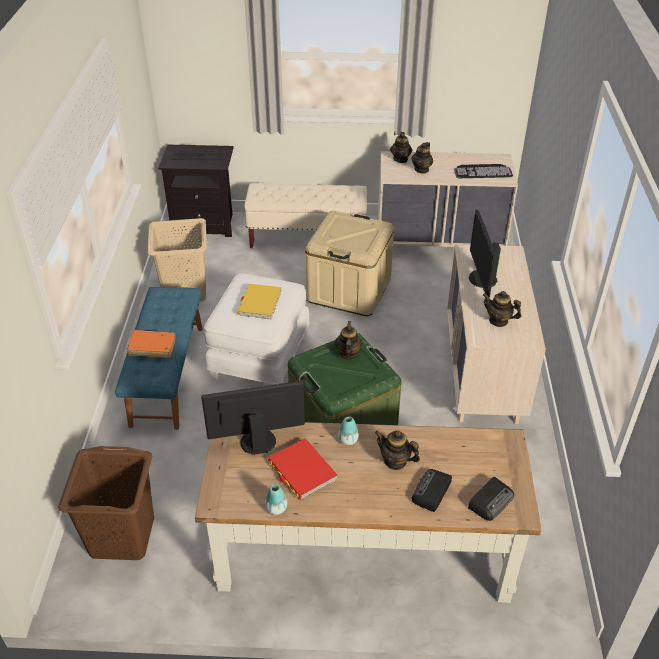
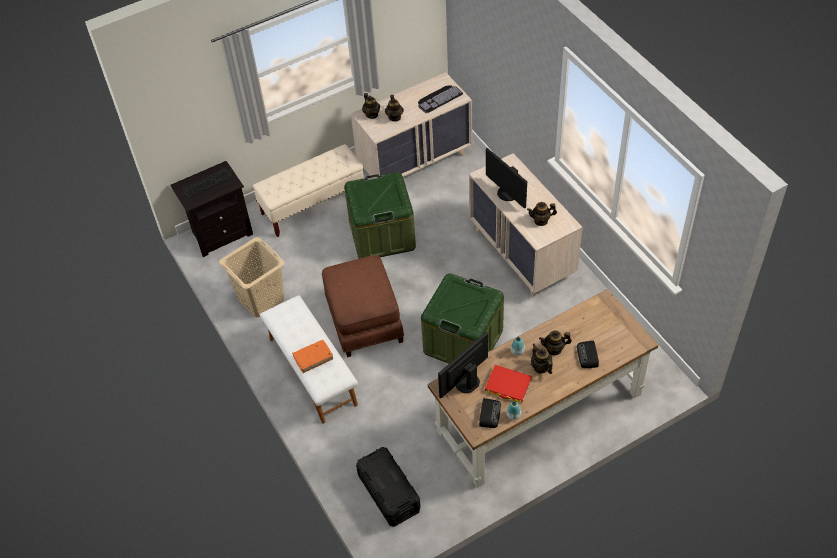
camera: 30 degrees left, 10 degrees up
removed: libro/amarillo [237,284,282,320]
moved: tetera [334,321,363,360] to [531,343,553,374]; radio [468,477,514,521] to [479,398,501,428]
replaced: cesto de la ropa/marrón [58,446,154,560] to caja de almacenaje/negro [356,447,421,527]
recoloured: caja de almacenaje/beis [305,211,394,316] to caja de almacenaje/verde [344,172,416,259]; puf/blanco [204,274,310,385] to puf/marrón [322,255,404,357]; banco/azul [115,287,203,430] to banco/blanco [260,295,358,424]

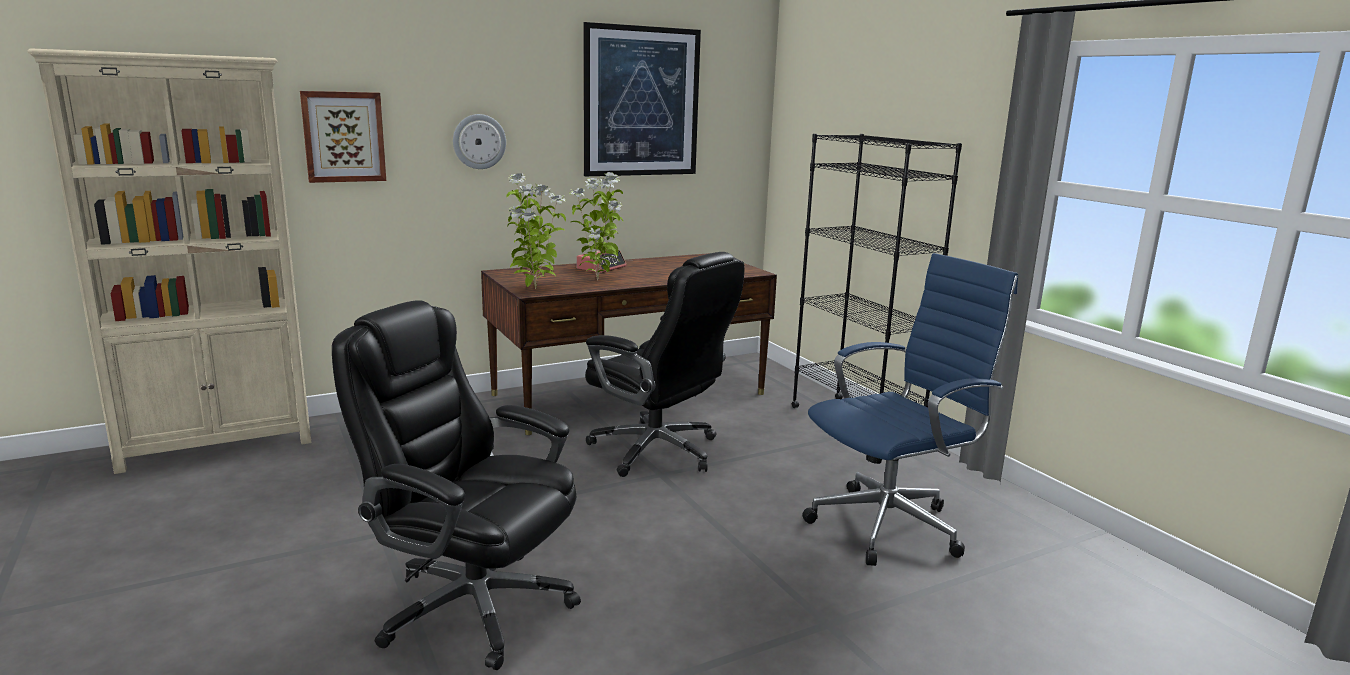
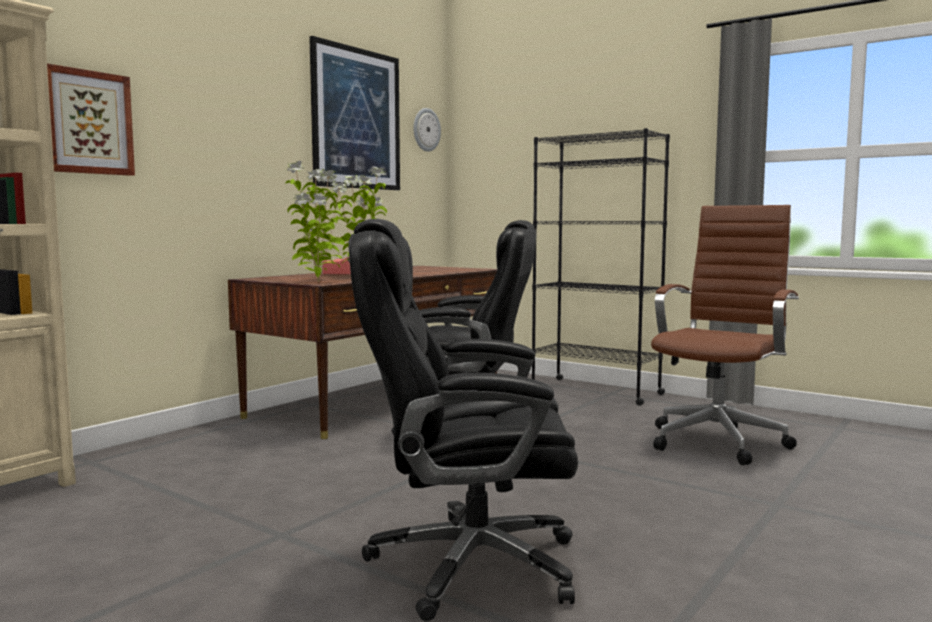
camera: 25 degrees left, 10 degrees down
moved: reloj de pared [453,114,506,169] to [413,108,441,152]
recoloured: silla de oficina/azul [802,253,1018,566] to silla de oficina/marrón [651,205,799,465]

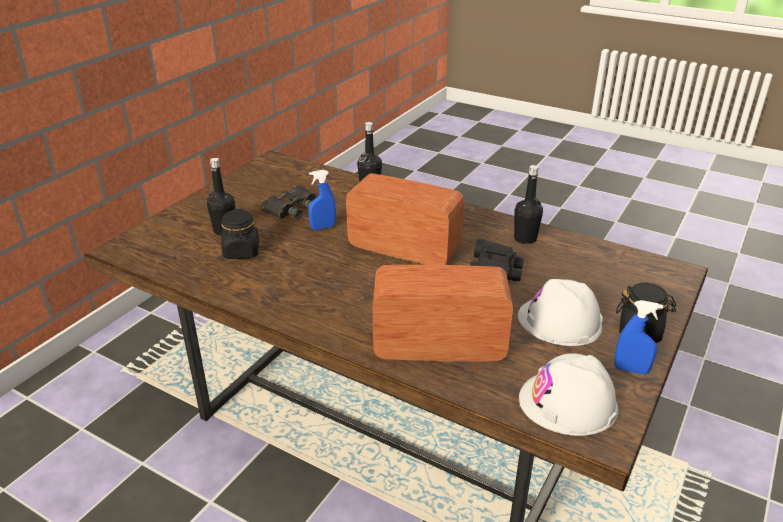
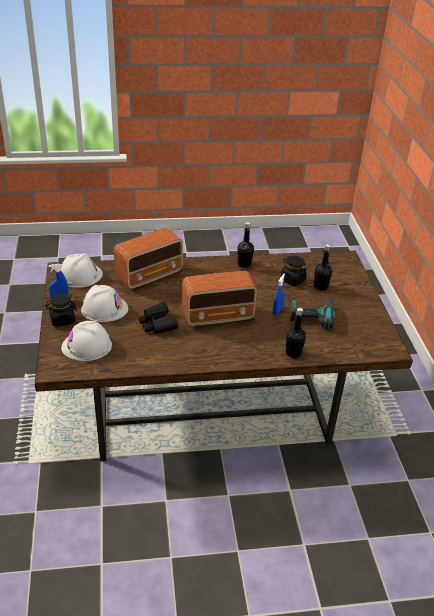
camera: 140 degrees right, 5 degrees up
added: casco/blanco [61,321,112,361]
moved: botella/negro [514,165,543,244] to [237,222,254,268]
replaced: prismáticos/negro [261,186,318,220] to taladro [290,298,335,329]

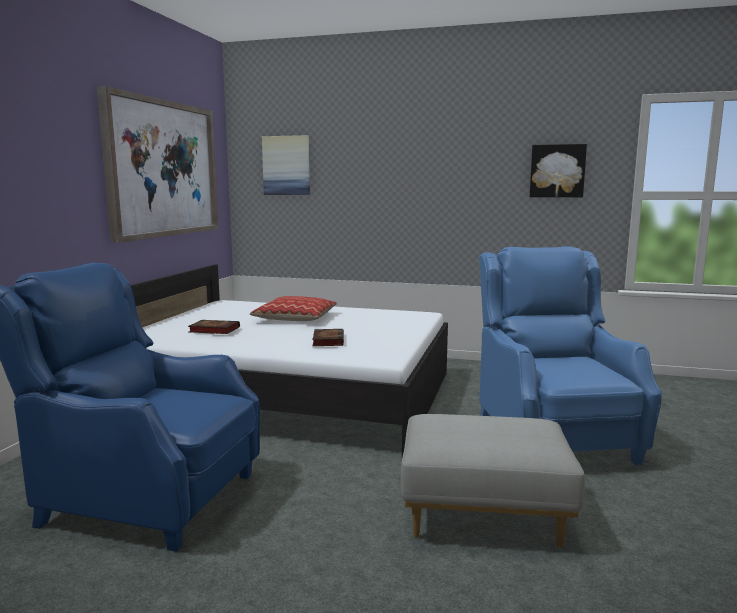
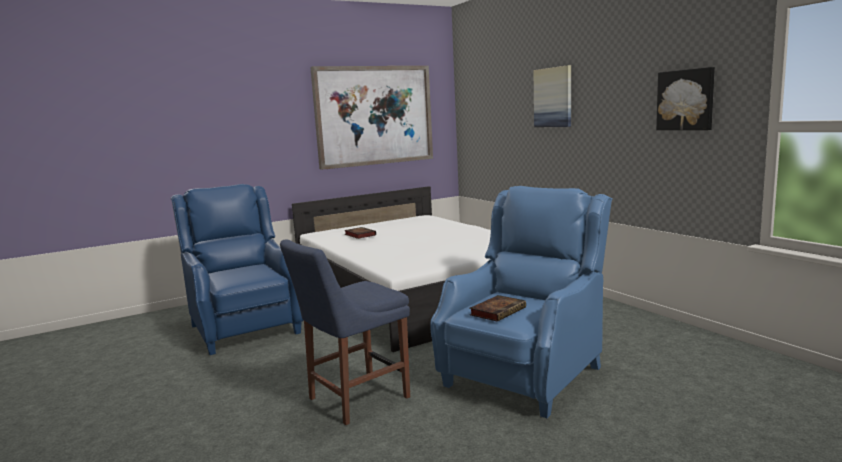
camera: 45 degrees right, 0 degrees up
removed: cojín [250,296,337,321]
moved: cuadro [262,135,310,195] to [533,65,571,127]; libro [312,329,344,346] to [469,295,526,321]
replaced: puf/gris [401,414,585,548] to silla/azul [280,239,410,425]

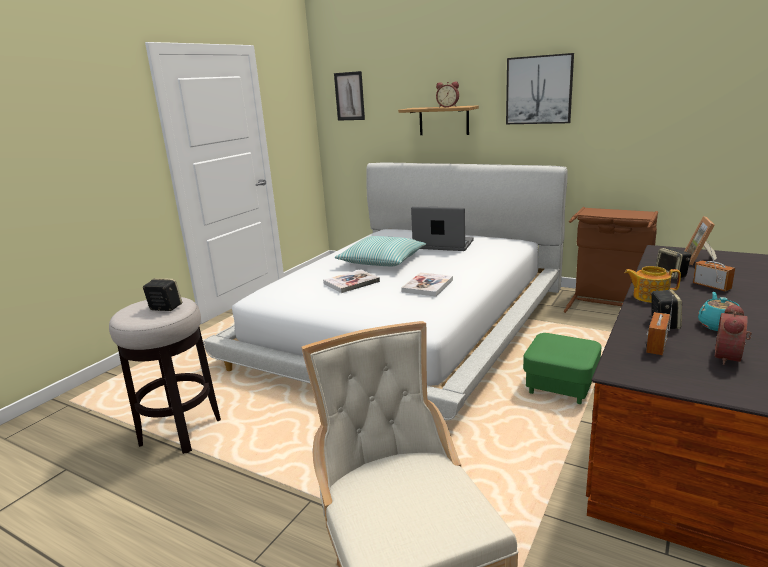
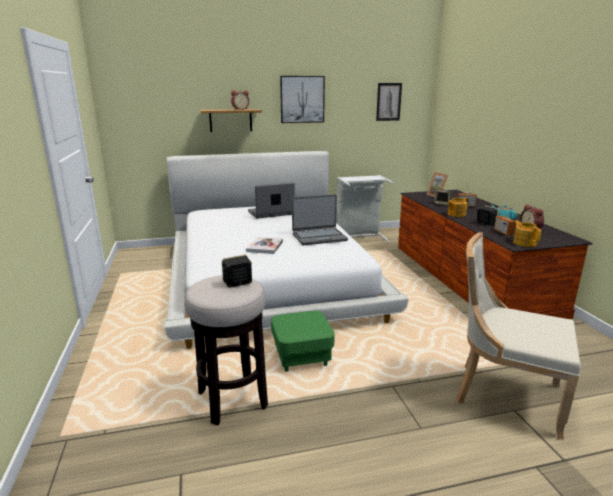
camera: 45 degrees left, 0 degrees up
removed: cojín [335,236,426,266]
added: tetera [513,221,541,247]
moved: cuadro [334,71,365,121] to [376,83,402,121]; puf/verde [523,333,602,404] to [271,311,335,372]
replaced: libro [401,272,453,296] to portátil [292,195,348,245]
recoloured: cesto de la ropa/marrón [564,207,658,313] to cesto de la ropa/gris [336,175,394,243]

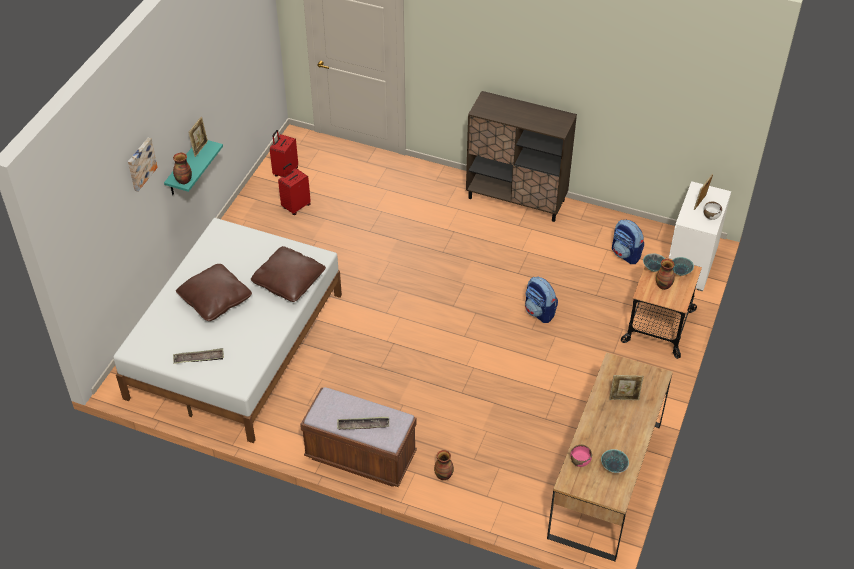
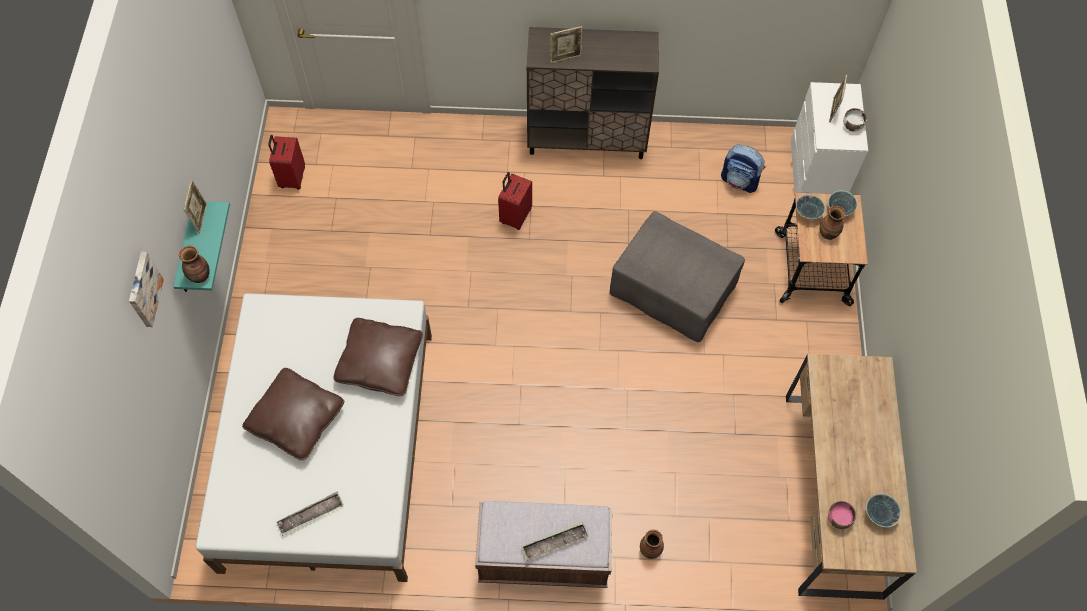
camera: 20 degrees left, 15 degrees up
moved: maleta/rojo [278,163,311,215] to [498,172,532,230]; portarretratos [609,375,644,400] to [550,26,582,63]
replaced: mochila [525,277,558,323] to puf/gris [610,211,745,342]

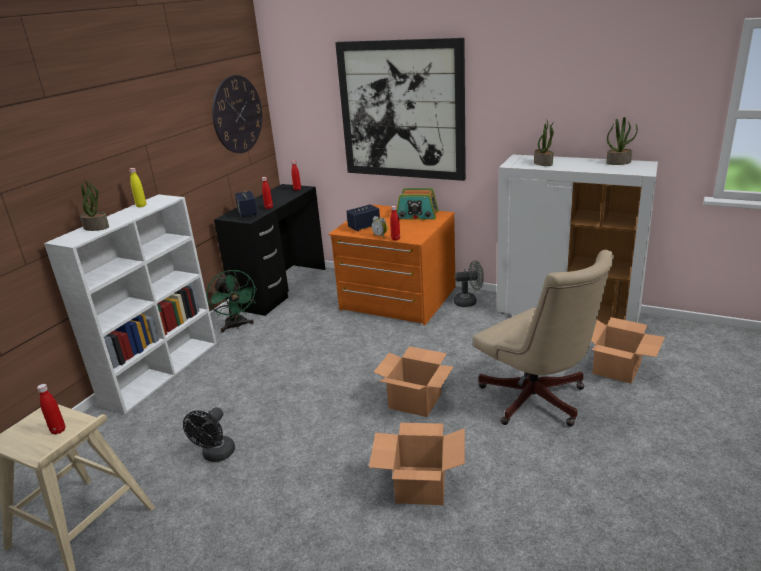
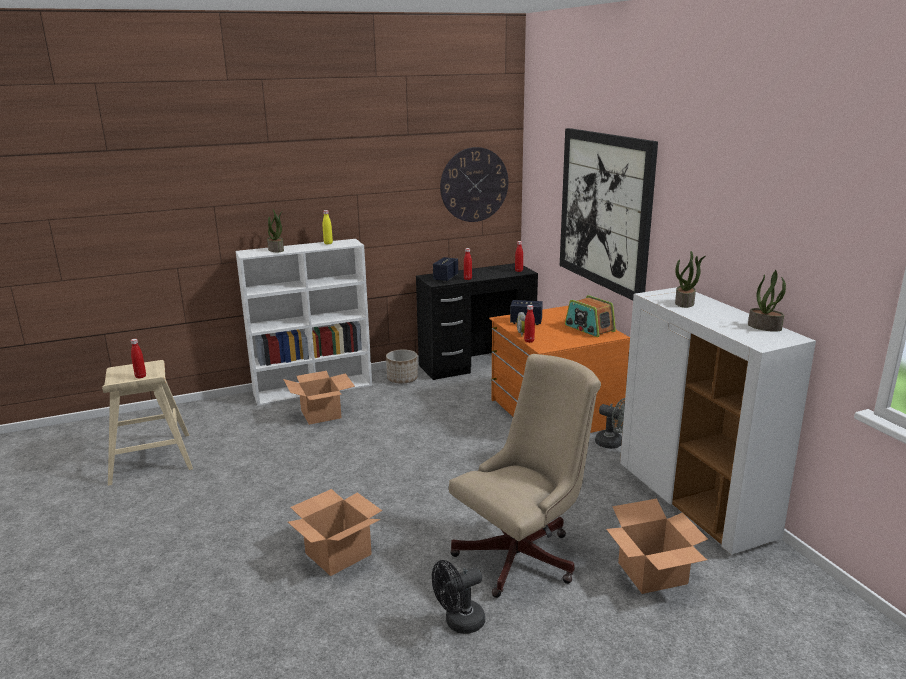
camera: 40 degrees right, 5 degrees down
moved: caja de cartón [374,346,454,417] to [283,371,355,425]; ventilador/negro [183,407,235,462] to [432,560,485,634]
replaced: ventilador/verde [206,270,257,332] to maceta [386,349,418,384]
turned: silla de oficina/beis [473,250,614,426] = [449,354,601,598] 135 degrees counterclockwise

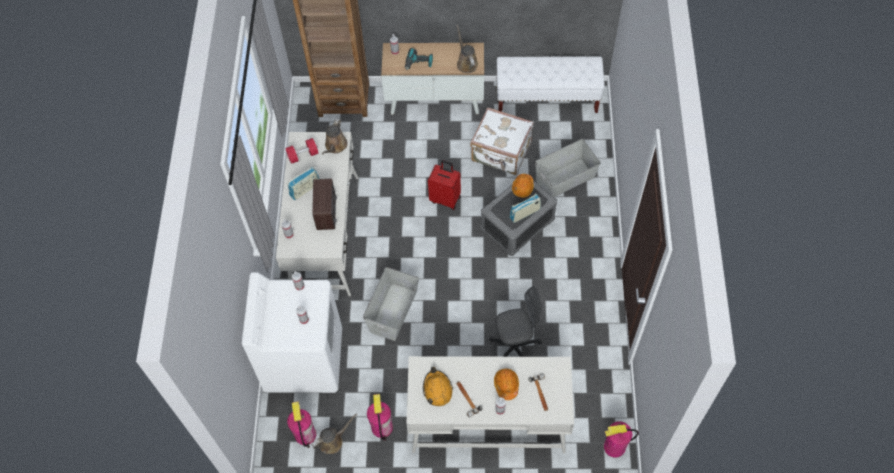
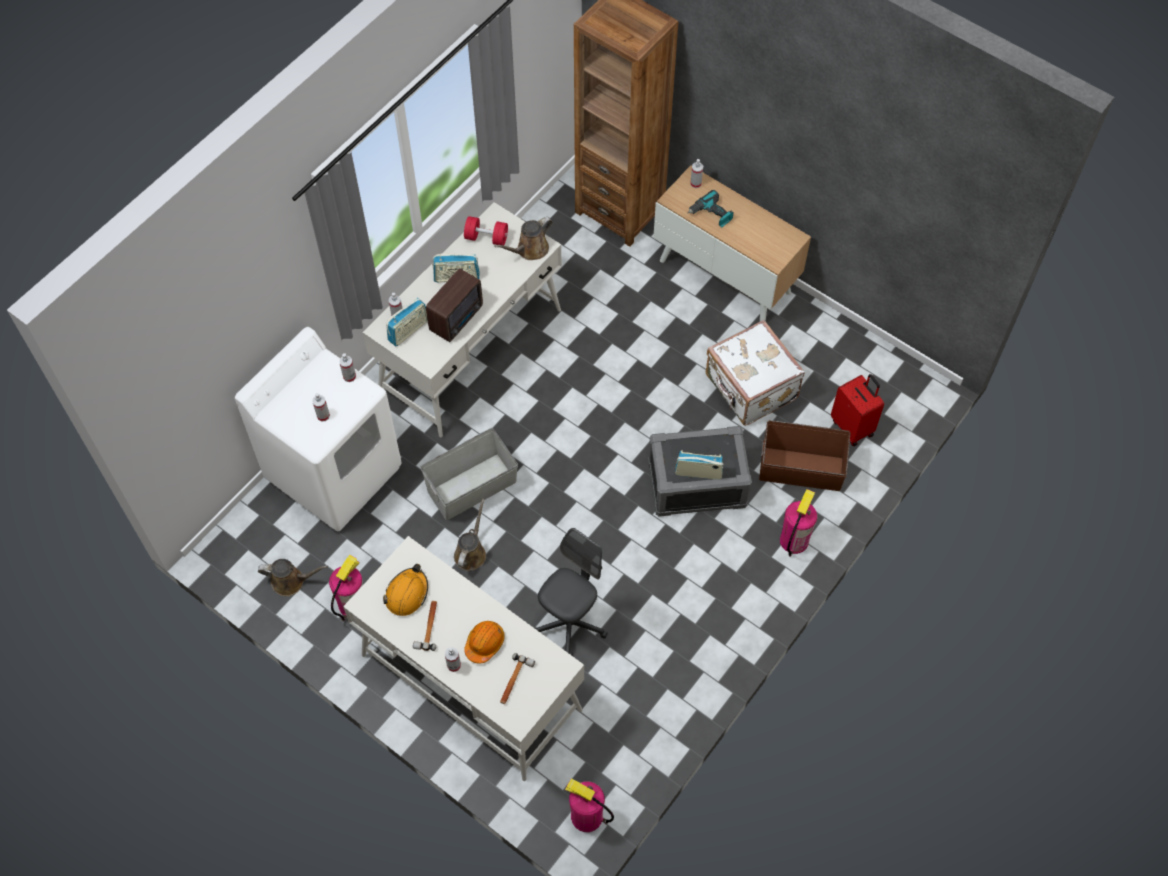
camera: 35 degrees right, 0 degrees up
removed: banco/blanco [496,56,605,113]; casco/naranja [512,174,534,198]
added: radio [386,298,428,346]
moved: regadera/marrón [457,25,478,73] to [454,499,486,571]; maleta/rojo [428,160,461,210] to [831,374,884,447]; extintor [287,401,316,448] to [780,489,818,557]
recoloured: caja de almacenaje/gris [535,139,601,197] to caja de almacenaje/marrón [759,420,850,491]
turned: silla de oficina/gris [489,286,543,357] = [534,528,608,655] 75 degrees counterclockwise

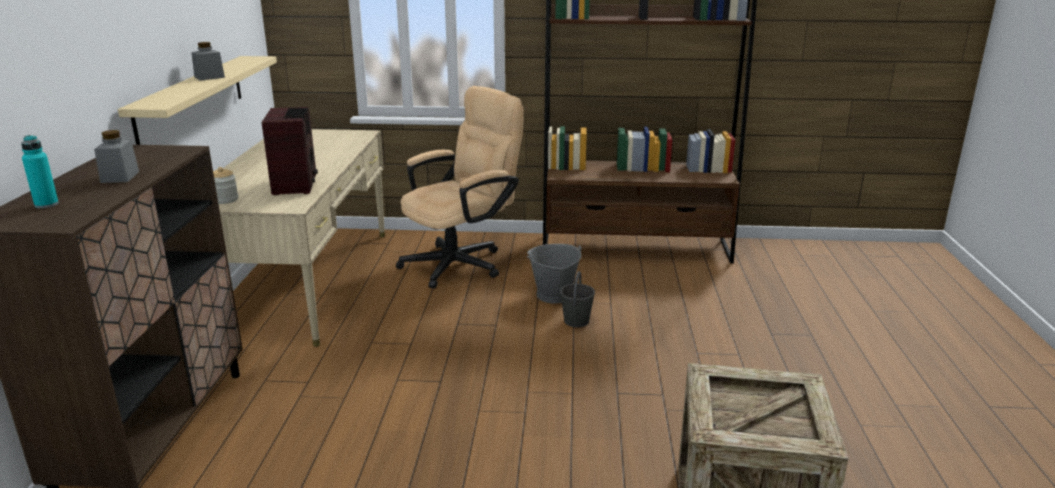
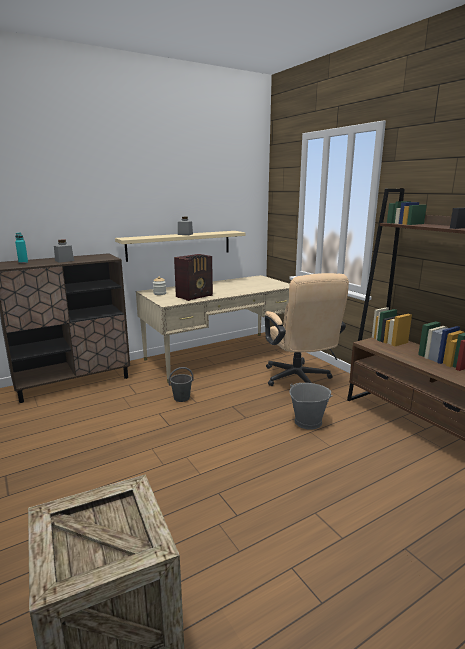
camera: 55 degrees right, 5 degrees down
moved: cubo/gris [560,271,595,327] to [168,367,194,402]
turned: silla de oficina/beis [396,86,524,289] = [265,273,349,386] 60 degrees clockwise

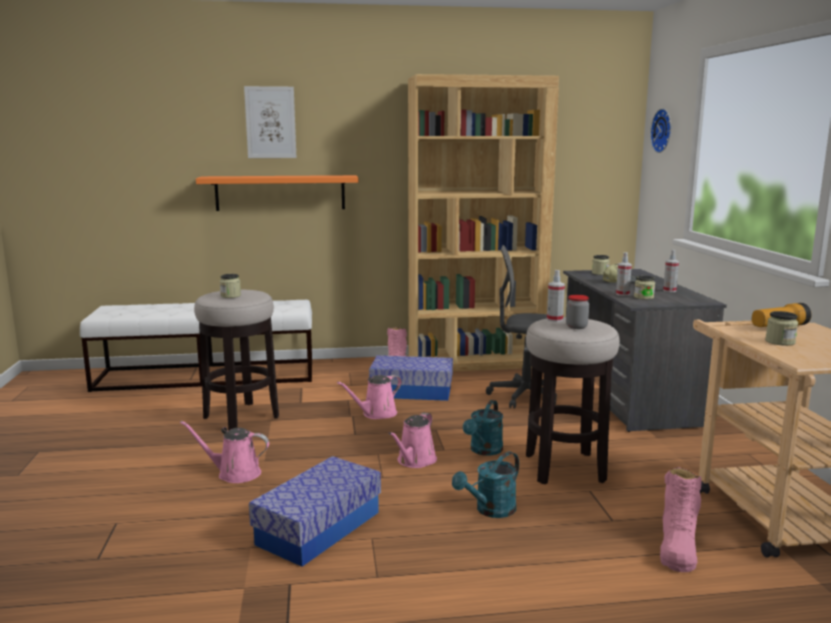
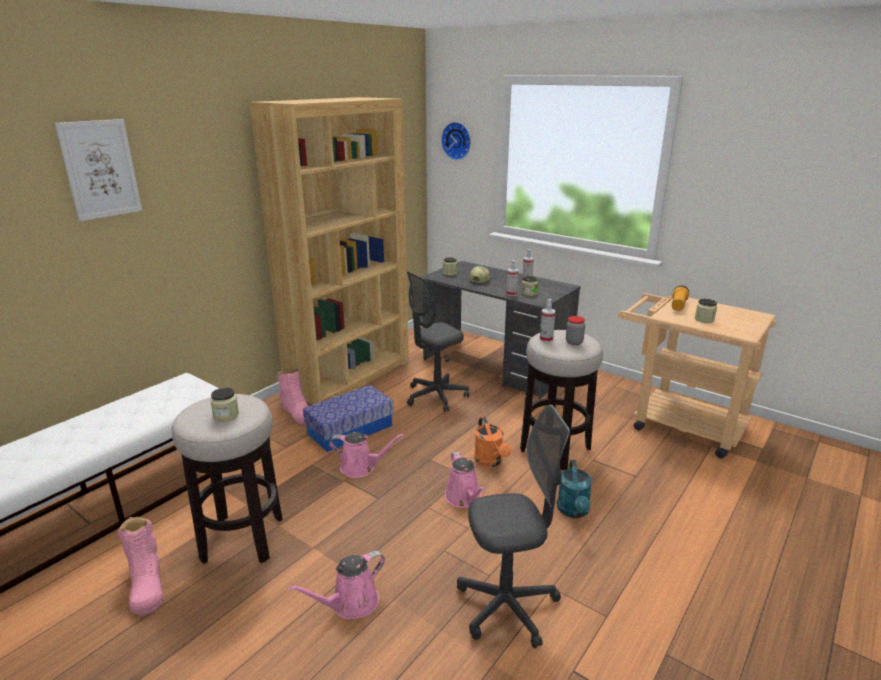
camera: 45 degrees left, 10 degrees up
removed: estante/naranja [196,175,359,211]
moved: bota/rosa [660,467,702,572] to [118,517,163,615]
replaced: caja de almacenaje [249,456,381,567] to silla de oficina/gris [457,405,570,648]
recoloured: regadera/turquesa [463,400,503,456] to regadera/naranja [474,417,511,467]
turned: regadera/rosa [337,375,402,419] = [329,432,404,478] 90 degrees counterclockwise

